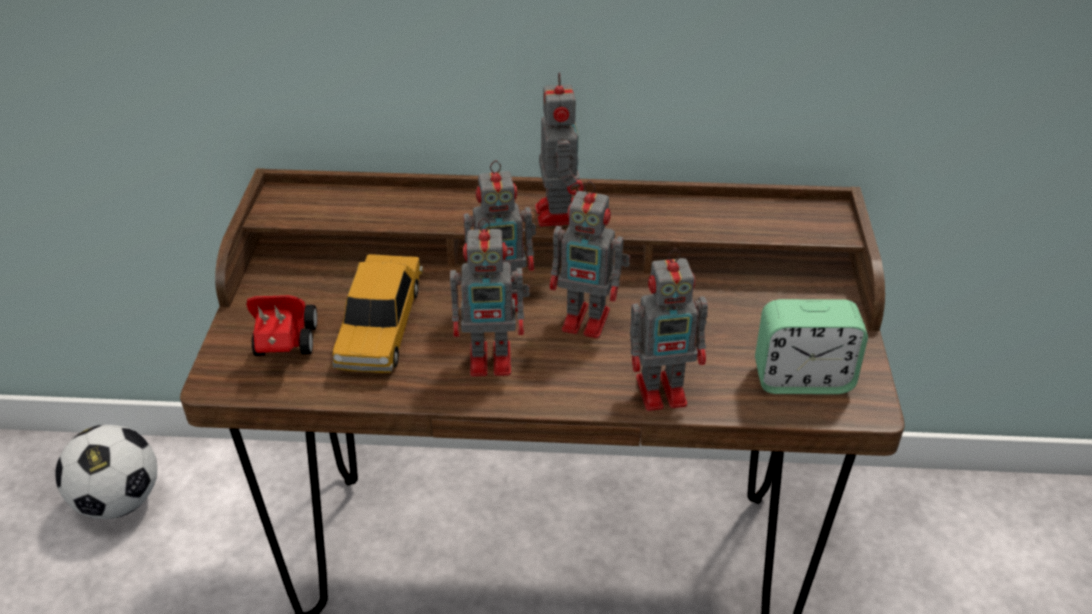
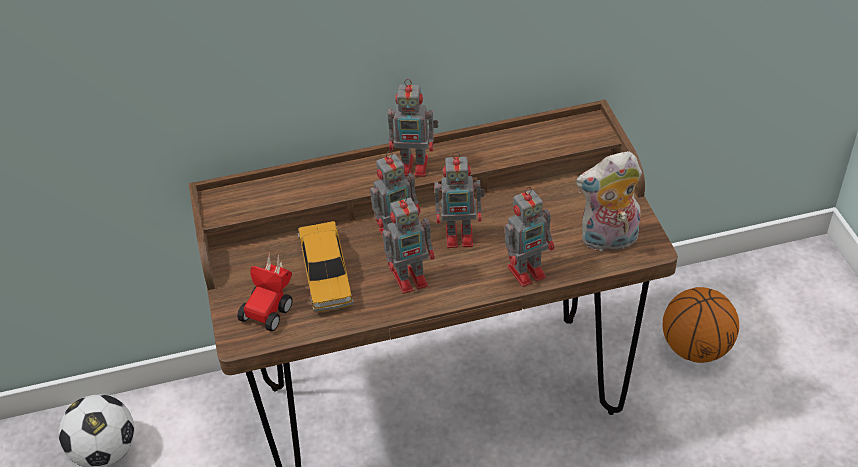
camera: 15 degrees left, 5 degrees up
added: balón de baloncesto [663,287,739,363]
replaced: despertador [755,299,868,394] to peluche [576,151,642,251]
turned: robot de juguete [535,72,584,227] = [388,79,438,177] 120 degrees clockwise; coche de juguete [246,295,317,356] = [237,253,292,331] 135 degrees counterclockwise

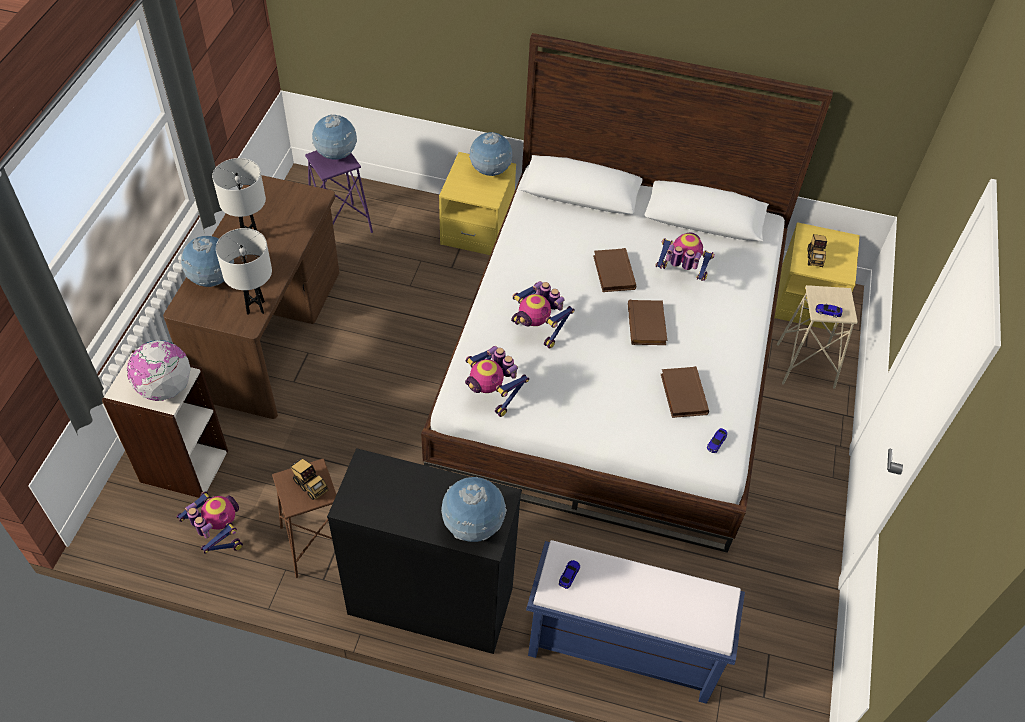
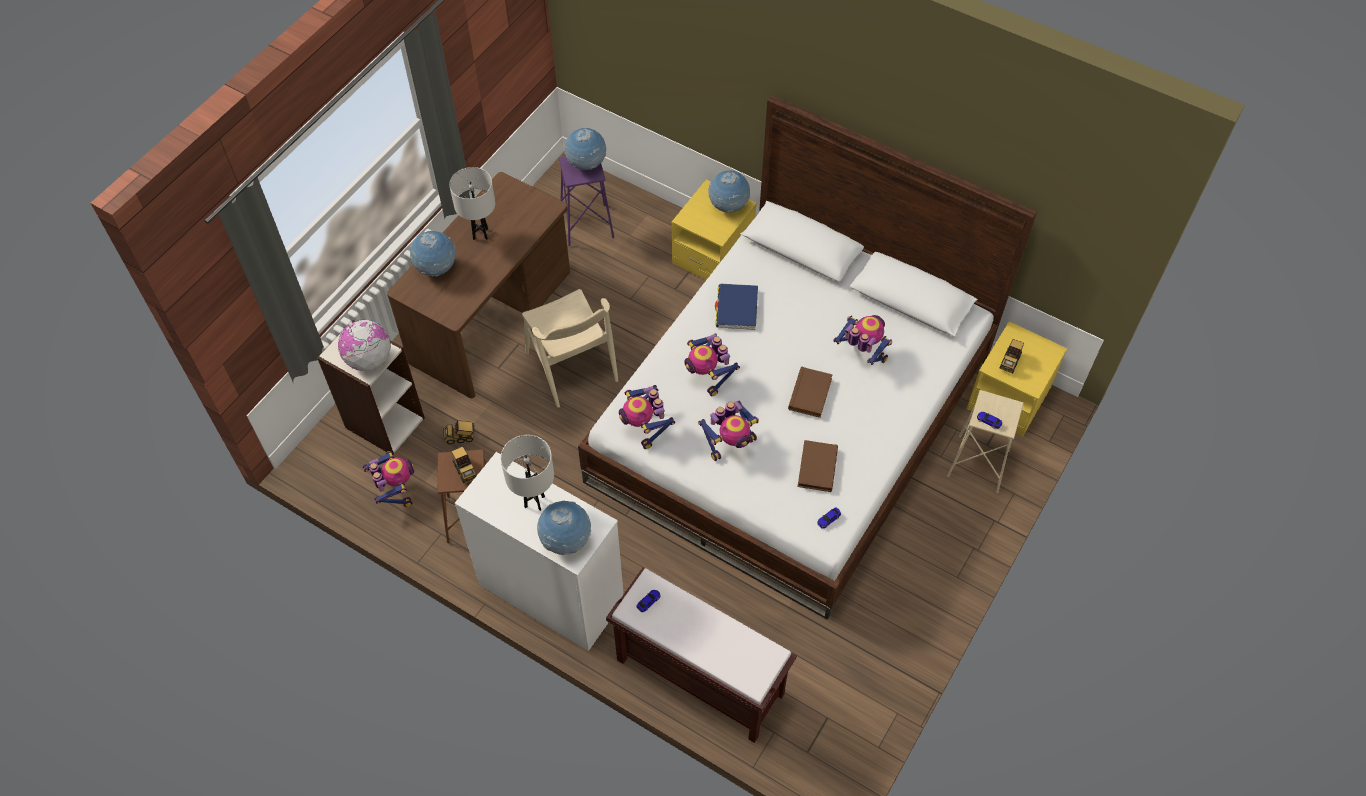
camera: 20 degrees right, 5 degrees up
removed: libro/marrón [593,248,637,292]
added: libro/azul [715,284,758,330]; silla/beis [522,289,618,408]; robot de juguete [698,401,759,461]; camión de juguete [443,420,475,444]
moved: lámpara de mesa/blanco [216,228,272,315] to [500,435,554,511]
recoloured: cómoda/negro [327,448,522,654] to cómoda/blanco [455,452,624,651]; banco/azul [526,540,745,704] to banco/marrón [606,568,797,743]

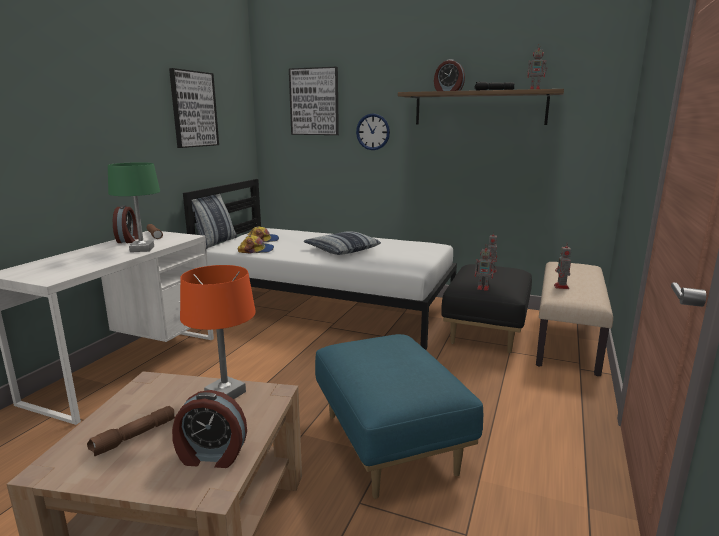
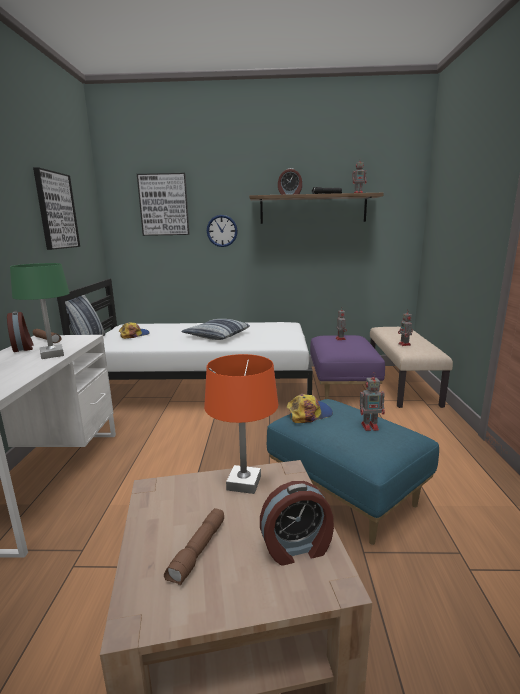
camera: 20 degrees left, 0 degrees up
moved: gorra [238,235,274,254] to [287,394,333,423]; robot de juguete [475,244,496,291] to [360,372,385,431]
recoloured: puf/negro [441,264,532,353] to puf/morado [310,335,385,399]

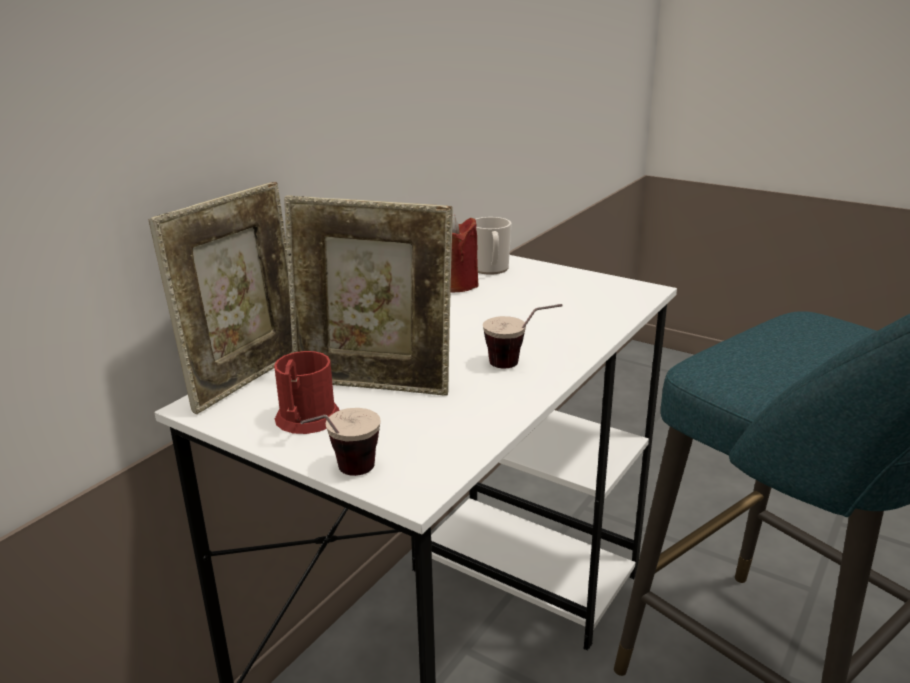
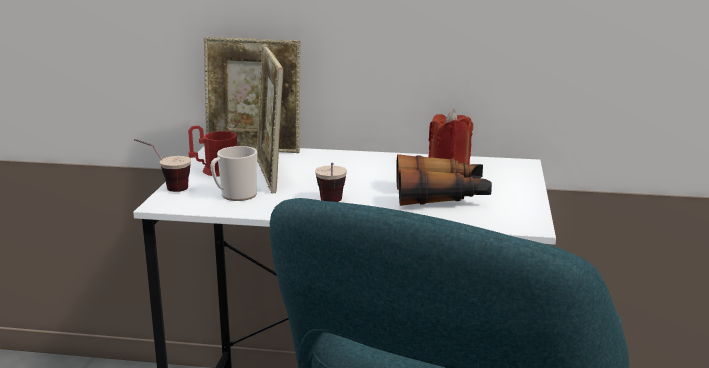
camera: 65 degrees right, 5 degrees down
added: prismáticos [396,154,492,206]
moved: taza grande [475,217,512,275] to [210,146,257,201]

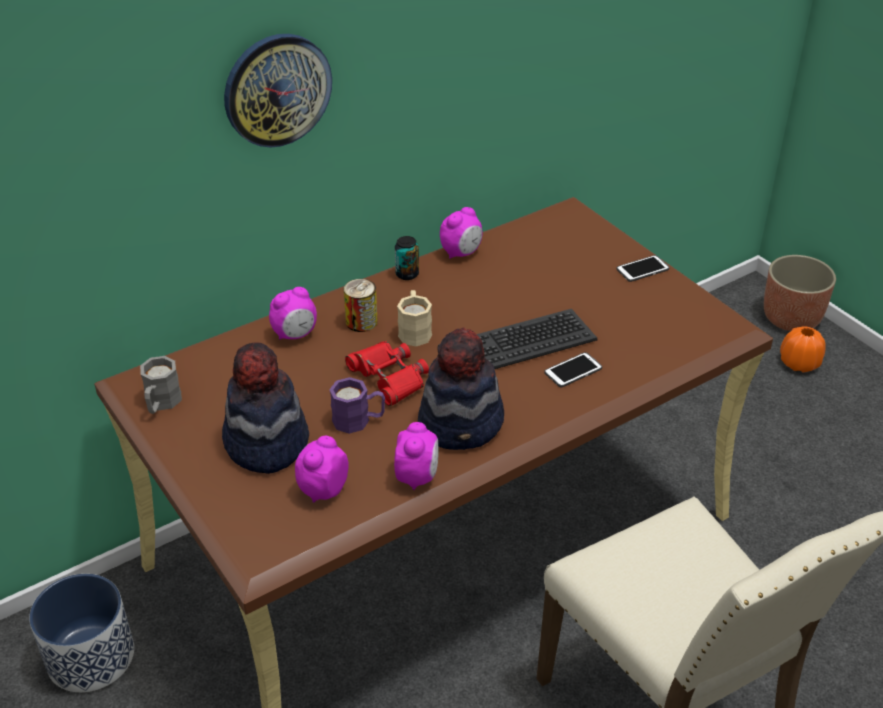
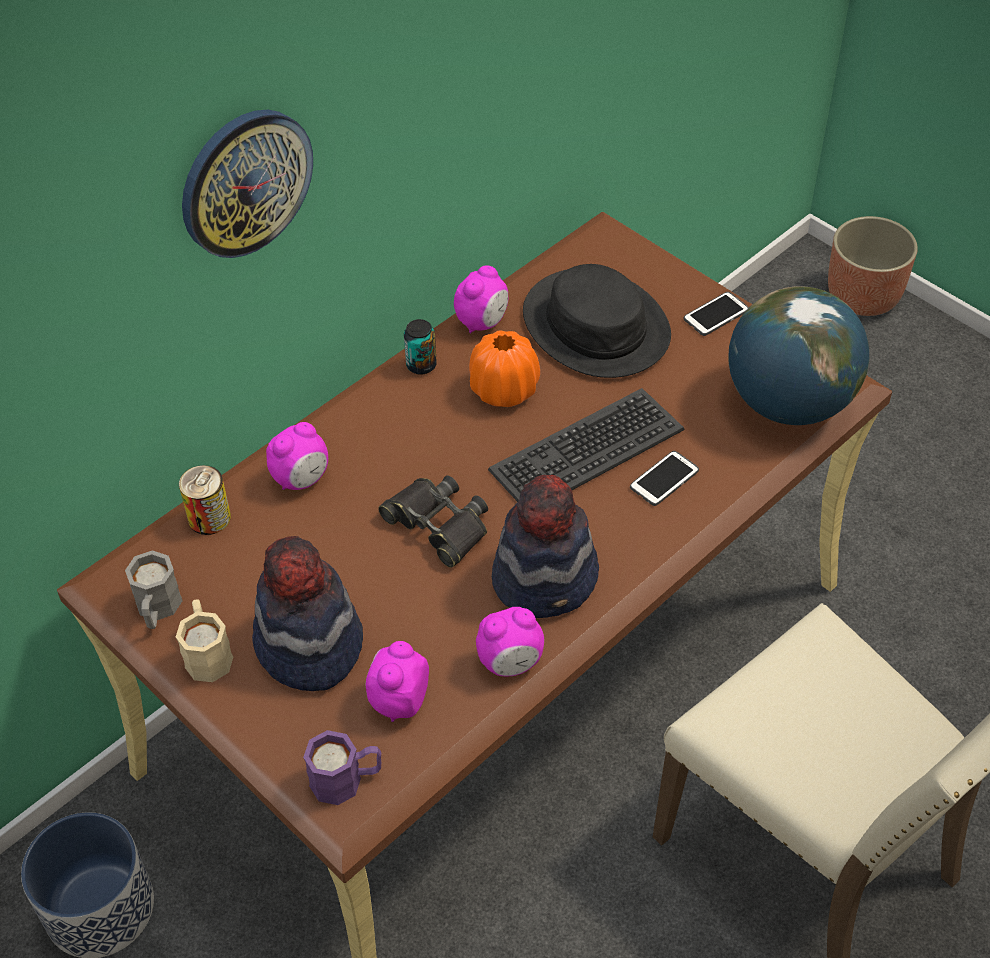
camera: 10 degrees left, 10 degrees up
added: sombrero/negro [523,264,671,378]; globo terráqueo [728,286,869,425]
moved: lata [344,279,378,332] to [179,465,231,535]; taza grande/beis [397,290,432,347] to [176,599,233,682]; florero/naranja [780,326,826,373] to [469,331,540,407]; taza grande/morado [329,377,385,434] to [303,730,381,805]
recoloured: prismáticos/rojo [345,341,429,406] to prismáticos/negro [378,475,488,568]
turned: despertador [394,422,438,490] = [476,607,544,676] 75 degrees clockwise

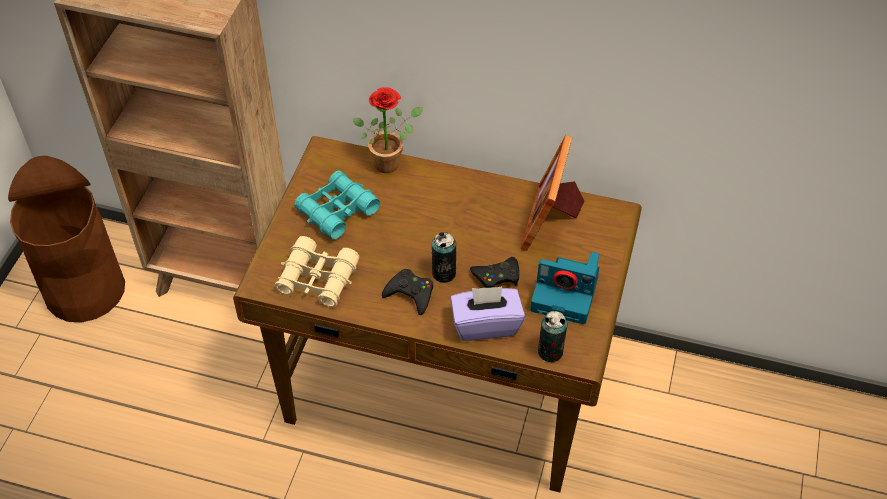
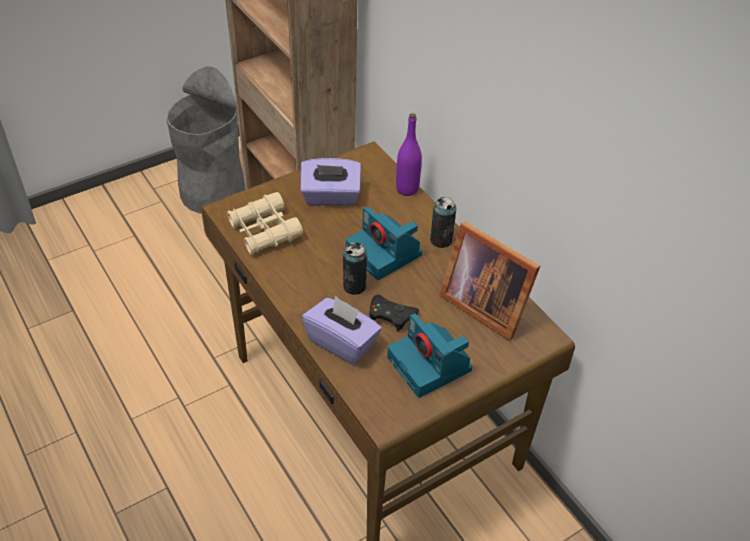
camera: 40 degrees right, 5 degrees down
removed: mando de consola/negro [382,269,433,315]
added: cámara [346,207,422,280]
moved: lata [538,311,567,362] to [430,197,456,248]
replaced: planta en maceta [353,87,423,173] to botella/morado [396,113,422,196]; prismáticos/turquesa [294,171,380,239] to caja de pañuelos/morado [300,158,361,206]
recoloured: papelera/marrón [8,156,125,322] to papelera/gris [166,66,245,214]
turned: portarretratos [520,135,584,251] = [439,221,540,341] 105 degrees counterclockwise

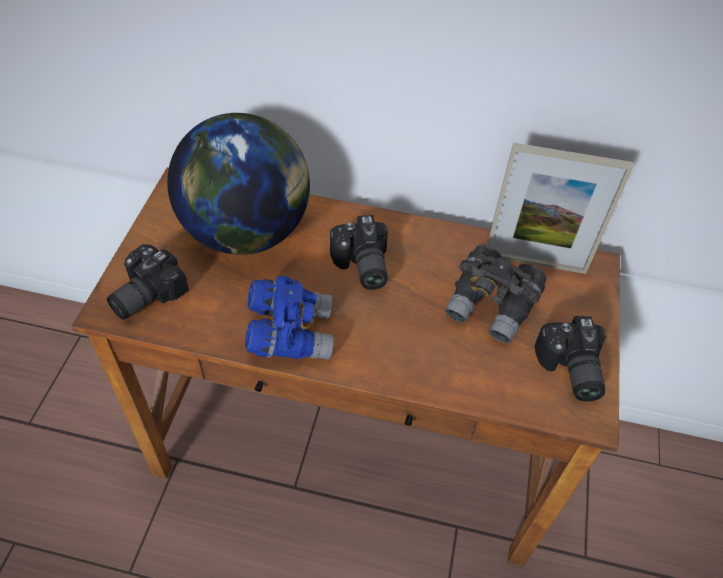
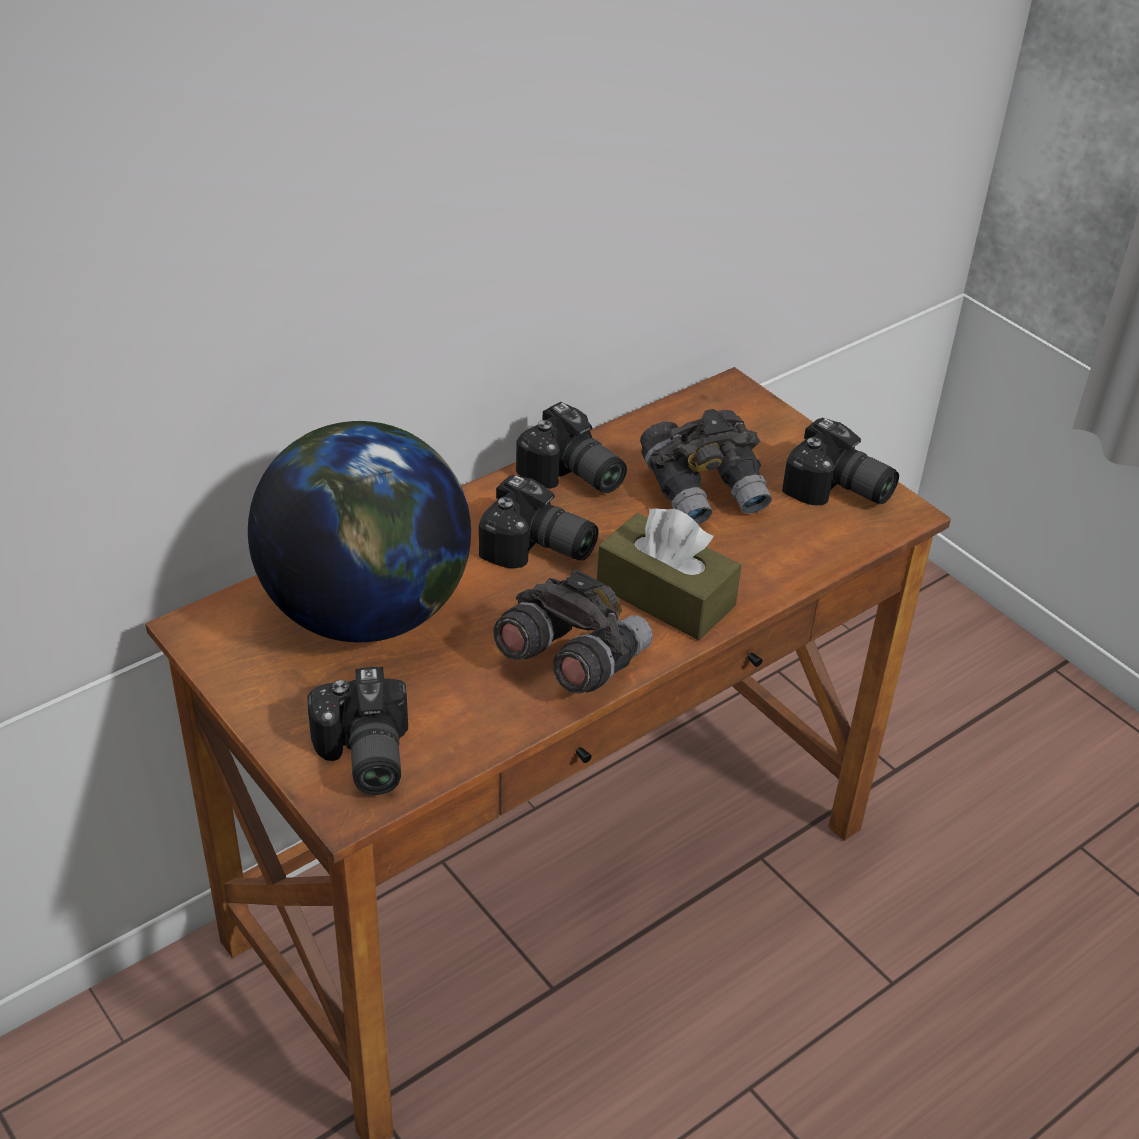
camera: 50 degrees left, 10 degrees down
removed: portarretratos [487,143,633,274]
added: cámara [516,402,627,493]; caja de pañuelos/marrón [597,508,741,640]
recoloured: prismáticos/azul [245,275,334,360] to prismáticos/gris [493,569,653,694]

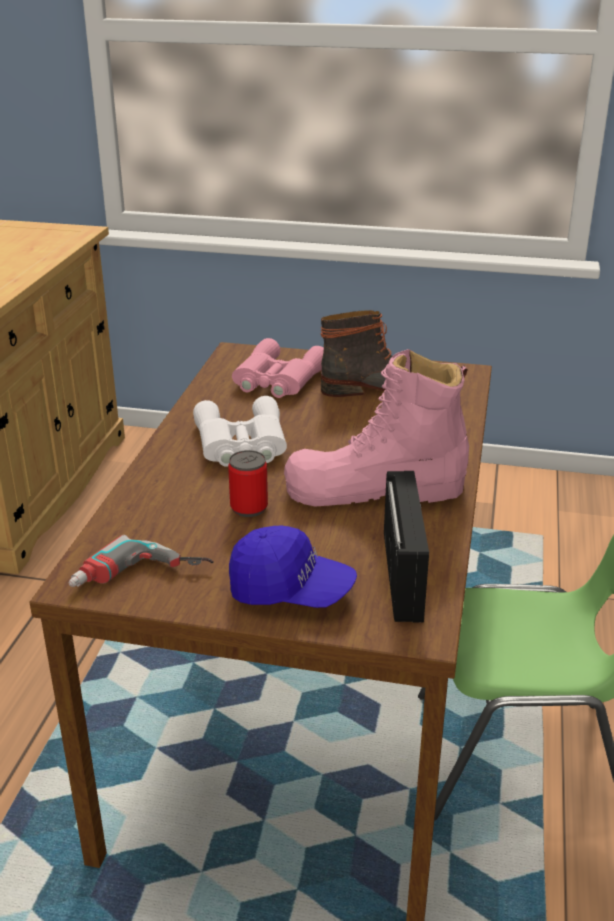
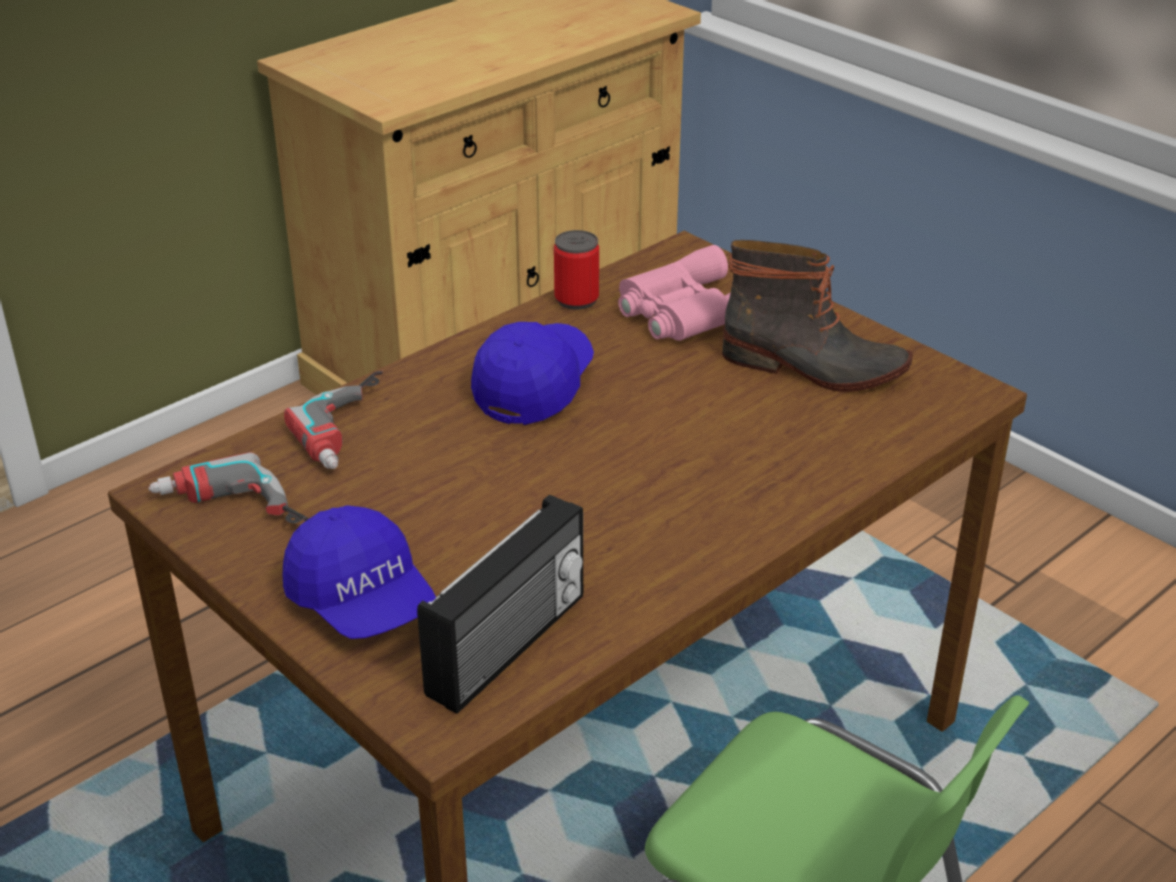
camera: 35 degrees right, 5 degrees up
removed: bota/rosa [284,349,469,506]
added: taladro [284,371,383,469]
moved: lata [228,450,268,517] to [554,230,599,310]
replaced: prismáticos/blanco [193,396,287,467] to gorra/azul [471,322,594,425]

